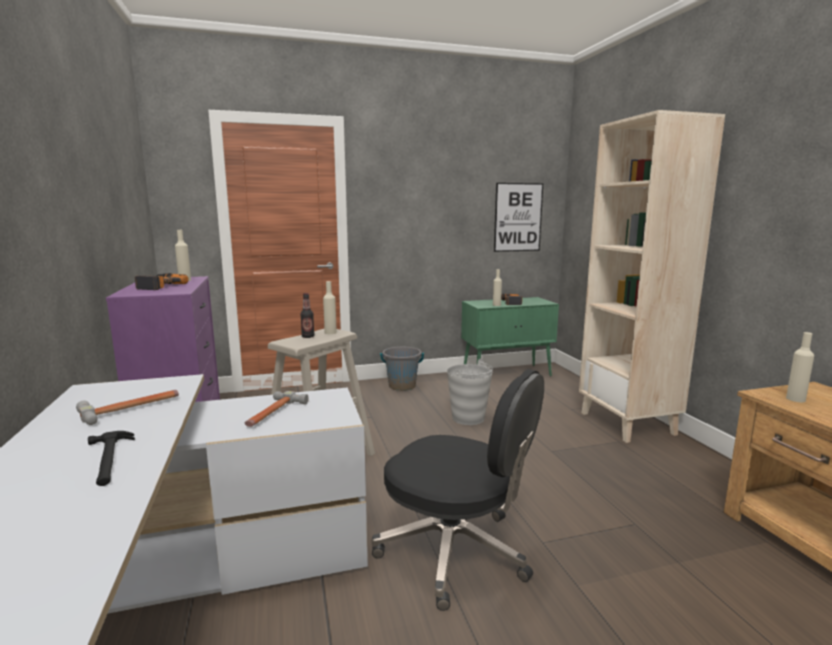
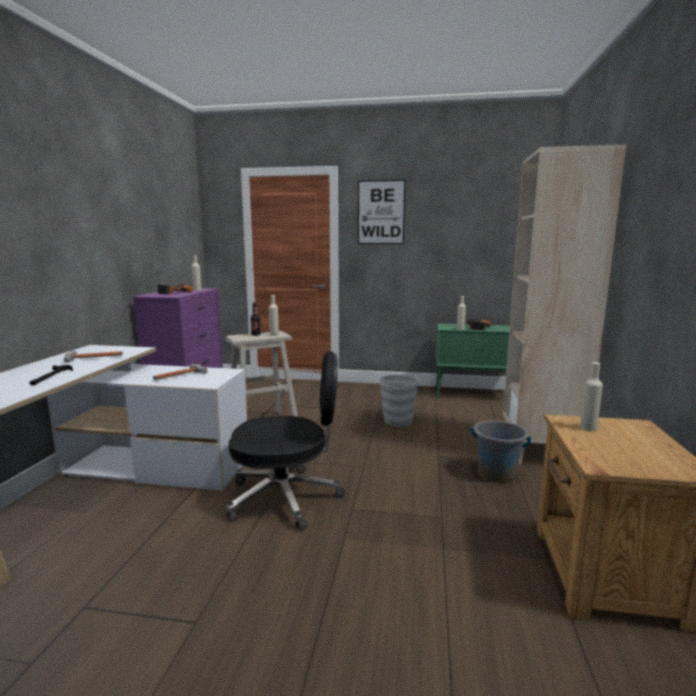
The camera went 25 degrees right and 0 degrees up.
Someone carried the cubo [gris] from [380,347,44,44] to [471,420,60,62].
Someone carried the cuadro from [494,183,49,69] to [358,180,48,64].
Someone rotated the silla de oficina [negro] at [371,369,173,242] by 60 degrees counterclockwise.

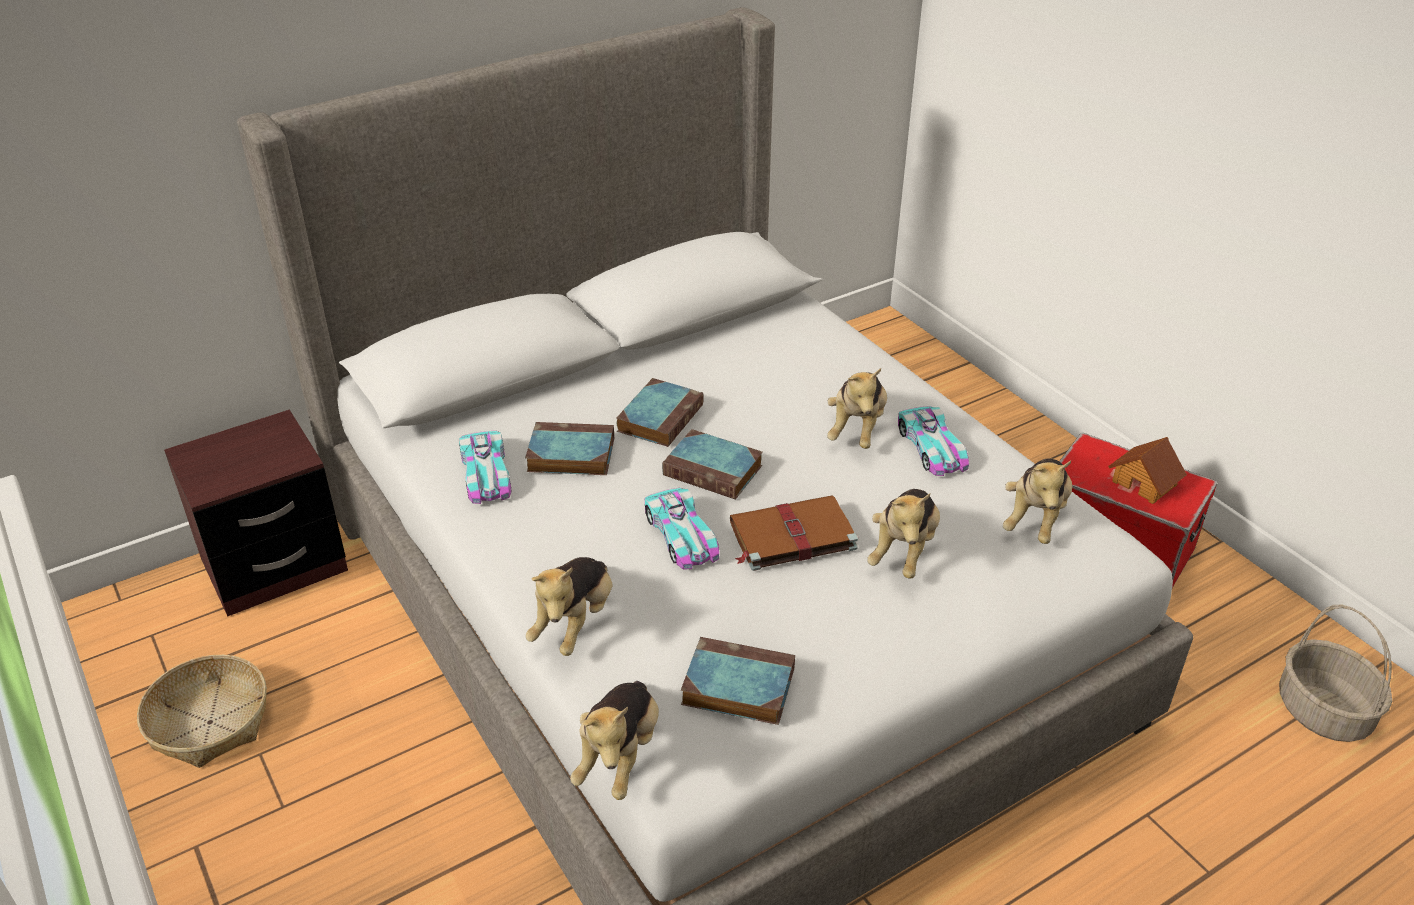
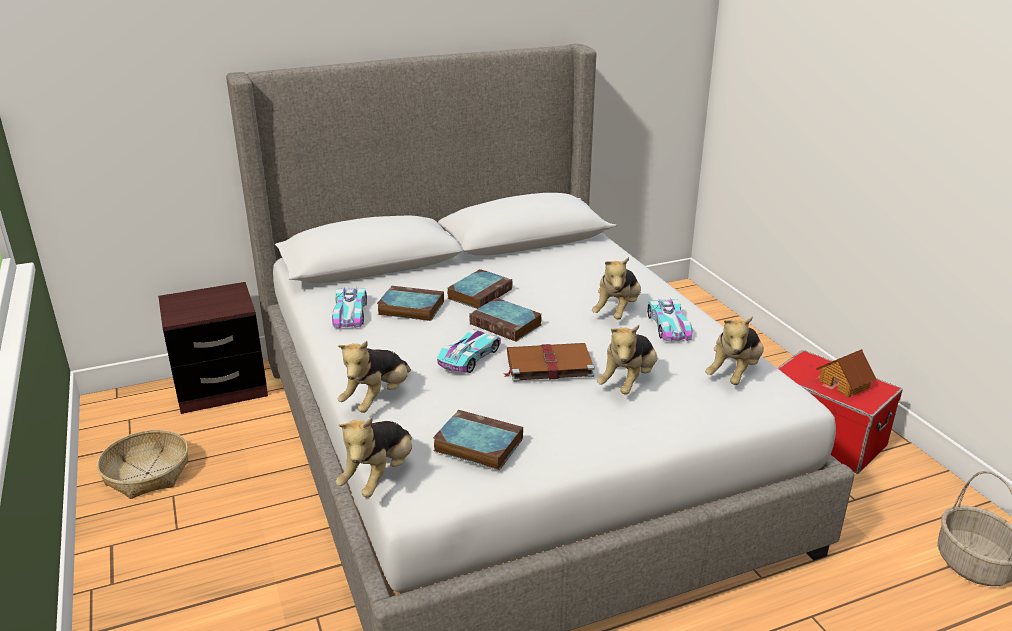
The camera went 10 degrees right and 10 degrees down.
Someone rotated the coche de juguete at [645,488,74,82] by 135 degrees counterclockwise.

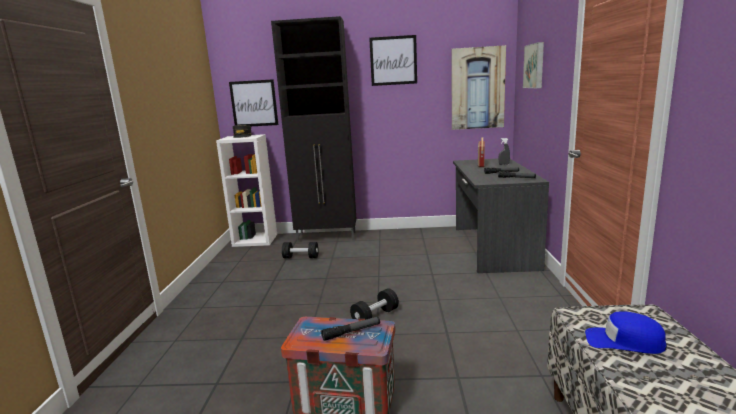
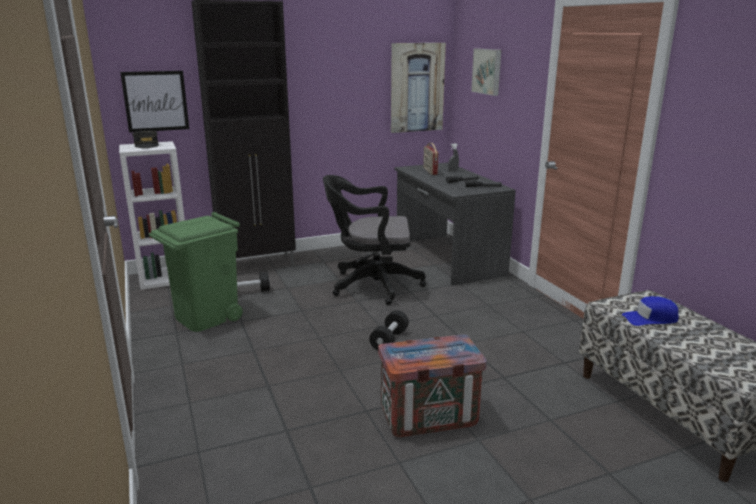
The camera went 25 degrees left and 5 degrees up.
Someone took away the linterna at [321,317,59,24].
Someone took away the cuadro at [369,35,48,51].
Someone put down the papelera [verde] at [149,212,94,120].
Someone put down the silla de oficina [negro] at [323,175,103,130].

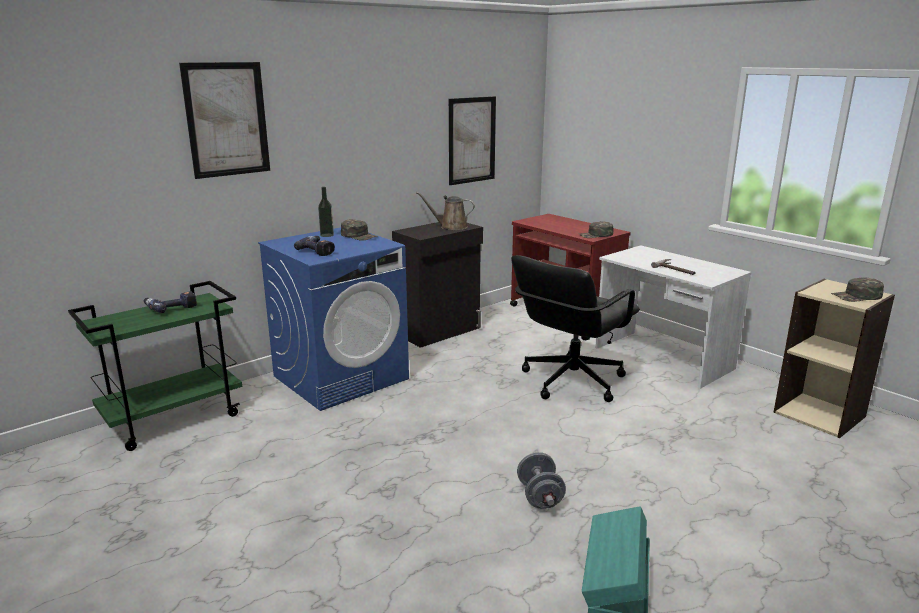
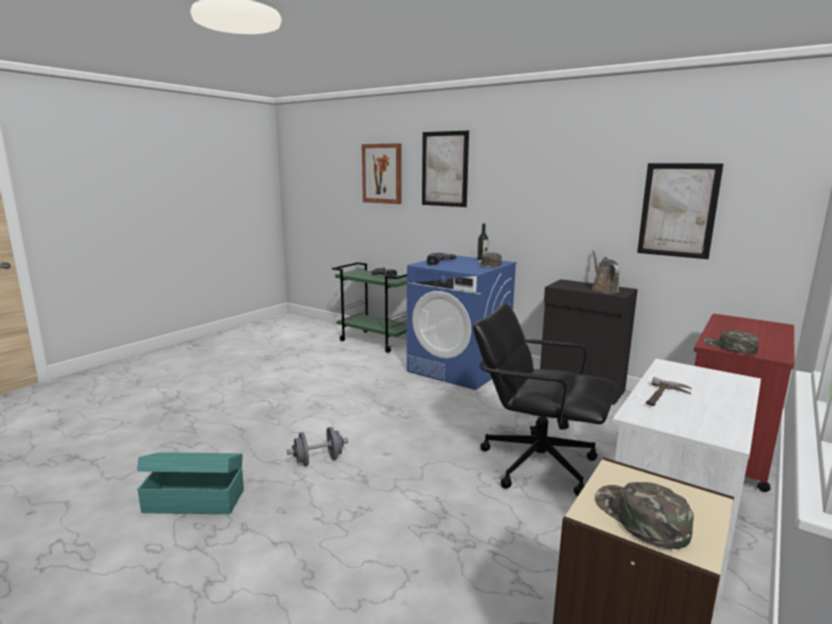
The camera went 75 degrees right and 5 degrees down.
Someone put up the cuadro at [362,143,40,61].

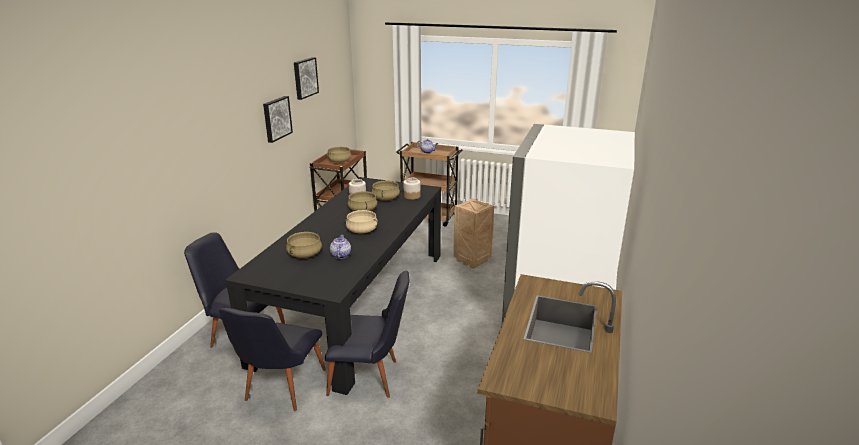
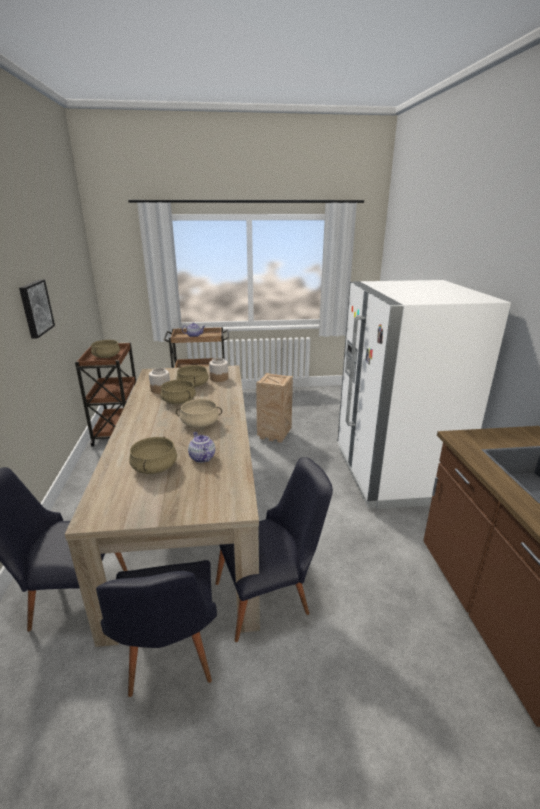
The camera went 25 degrees left and 0 degrees up.
Someone took away the cuadro at [294,57,25,43].
Someone repainted the mesa de comedor [negro] at [225,177,216,218], which became the mesa de comedor [beis] at [65,365,195,282].

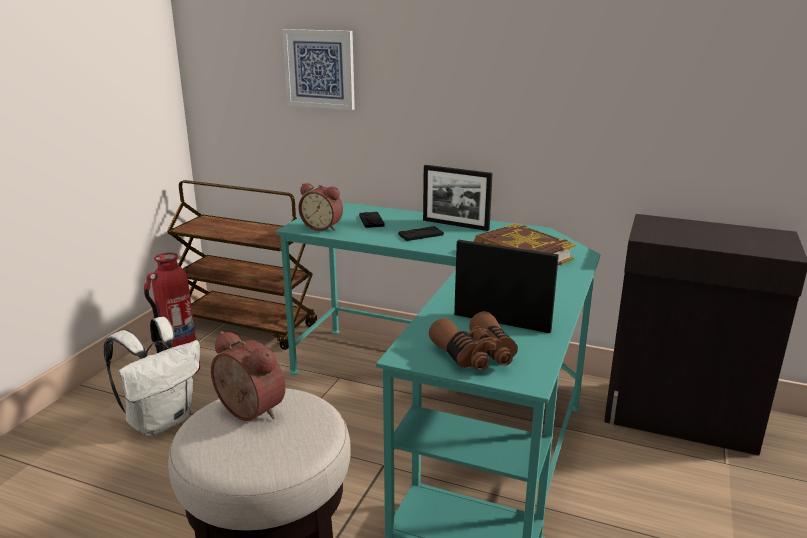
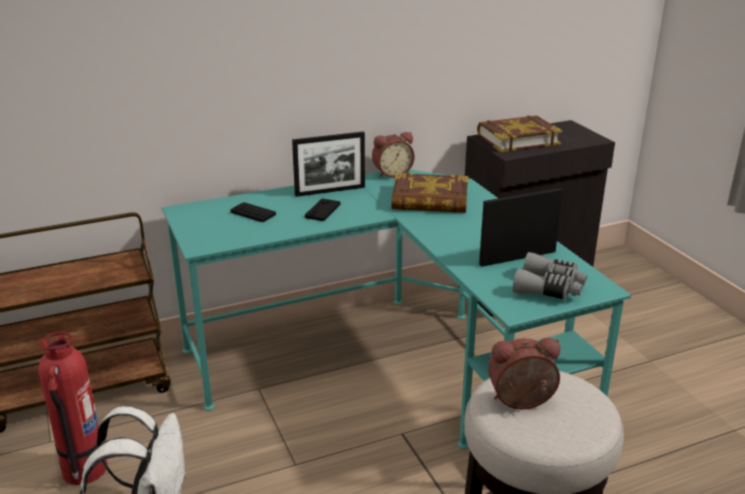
The camera went 45 degrees left and 5 degrees up.
Someone took away the cuadro at [282,29,73,81].
Someone put down the libro at [477,115,85,37].
Someone carried the despertador from [298,183,45,48] to [372,132,43,46].
Someone repainted the prismáticos [marrón] at [429,311,89,59], which became the prismáticos [gris] at [513,252,74,47].

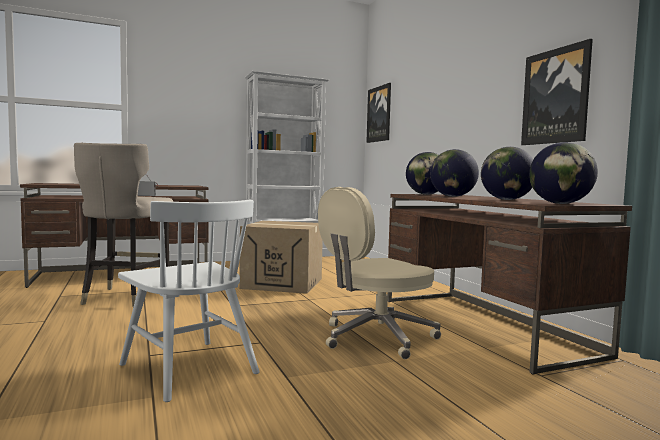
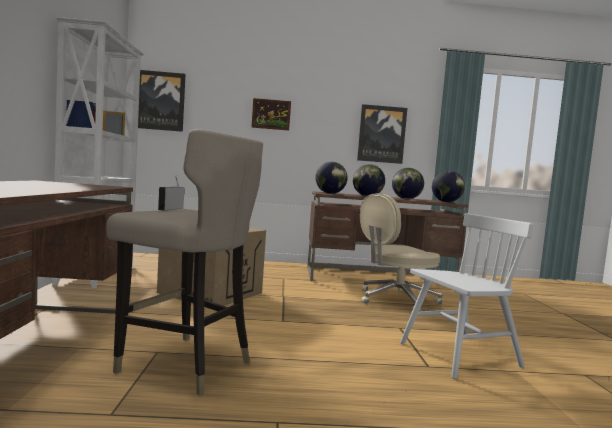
The camera went 70 degrees left and 0 degrees up.
Someone put up the cuadro at [251,98,40,32].
Someone rotated the silla de oficina [beis] at [318,187,123,172] by 75 degrees clockwise.

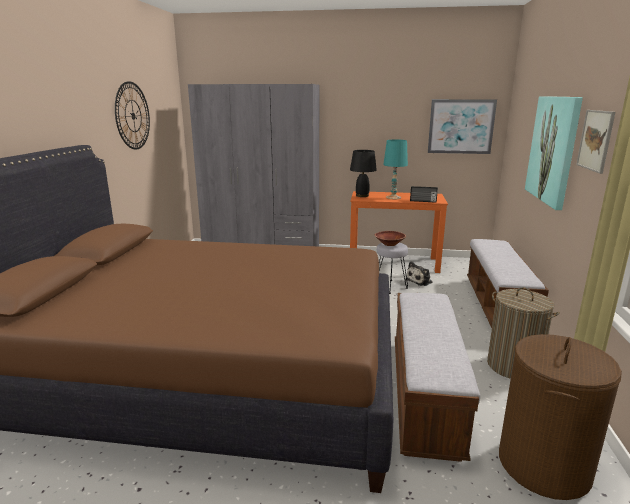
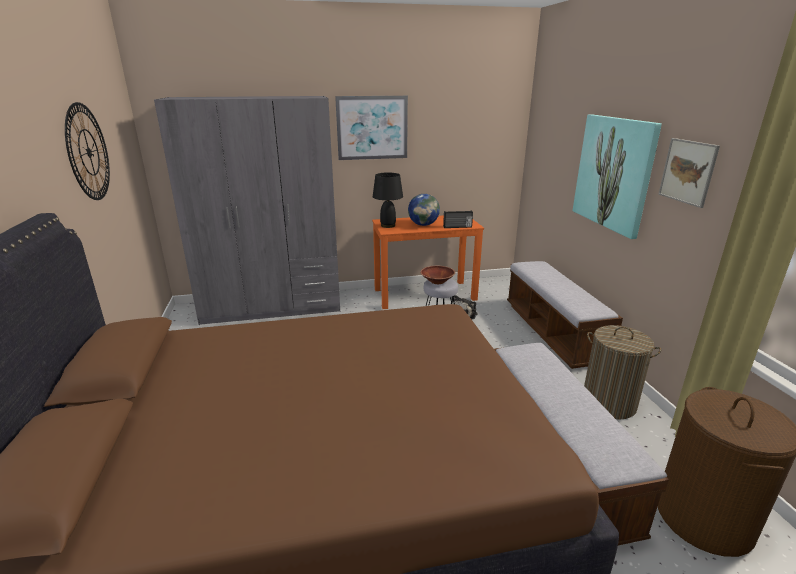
The camera went 20 degrees left and 5 degrees up.
Someone carried the cuadro from [428,99,69,55] to [335,96,73,64].
Someone swapped the lámpara de mesa [turquesa] at [383,139,25,60] for the globo terráqueo at [408,194,32,32].

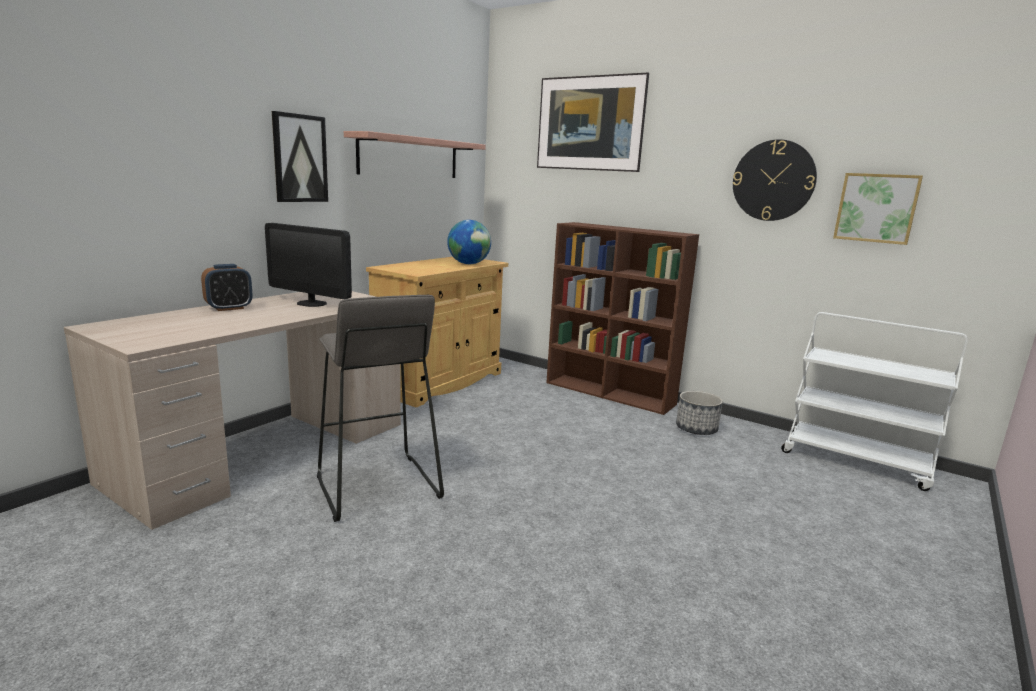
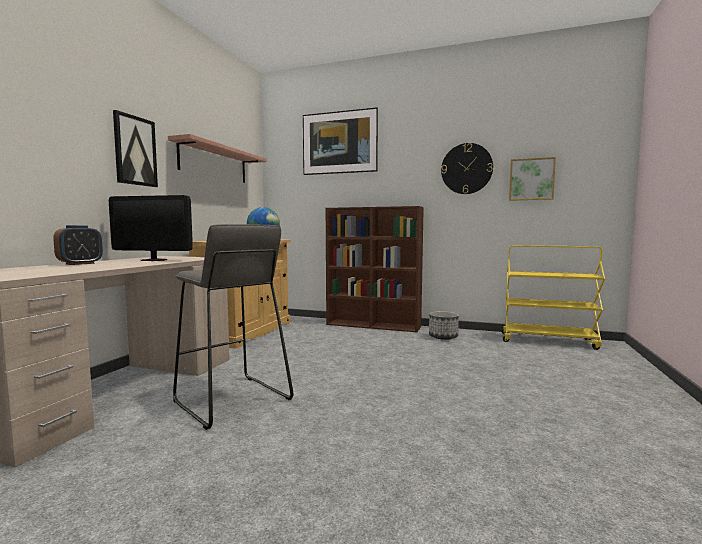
The camera went 15 degrees left and 10 degrees down.
Someone repainted the carrito [blanco] at [781,312,187,179], which became the carrito [amarillo] at [502,245,103,105].

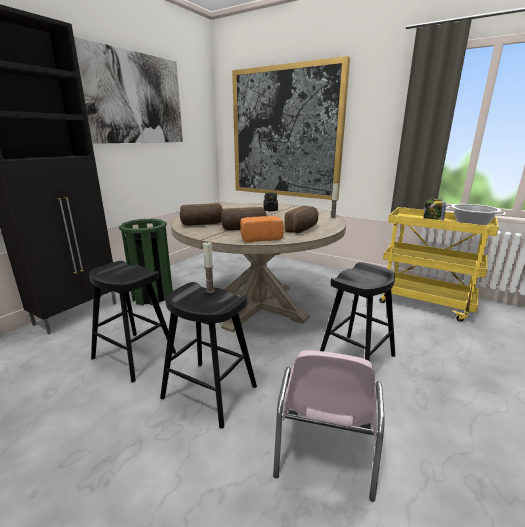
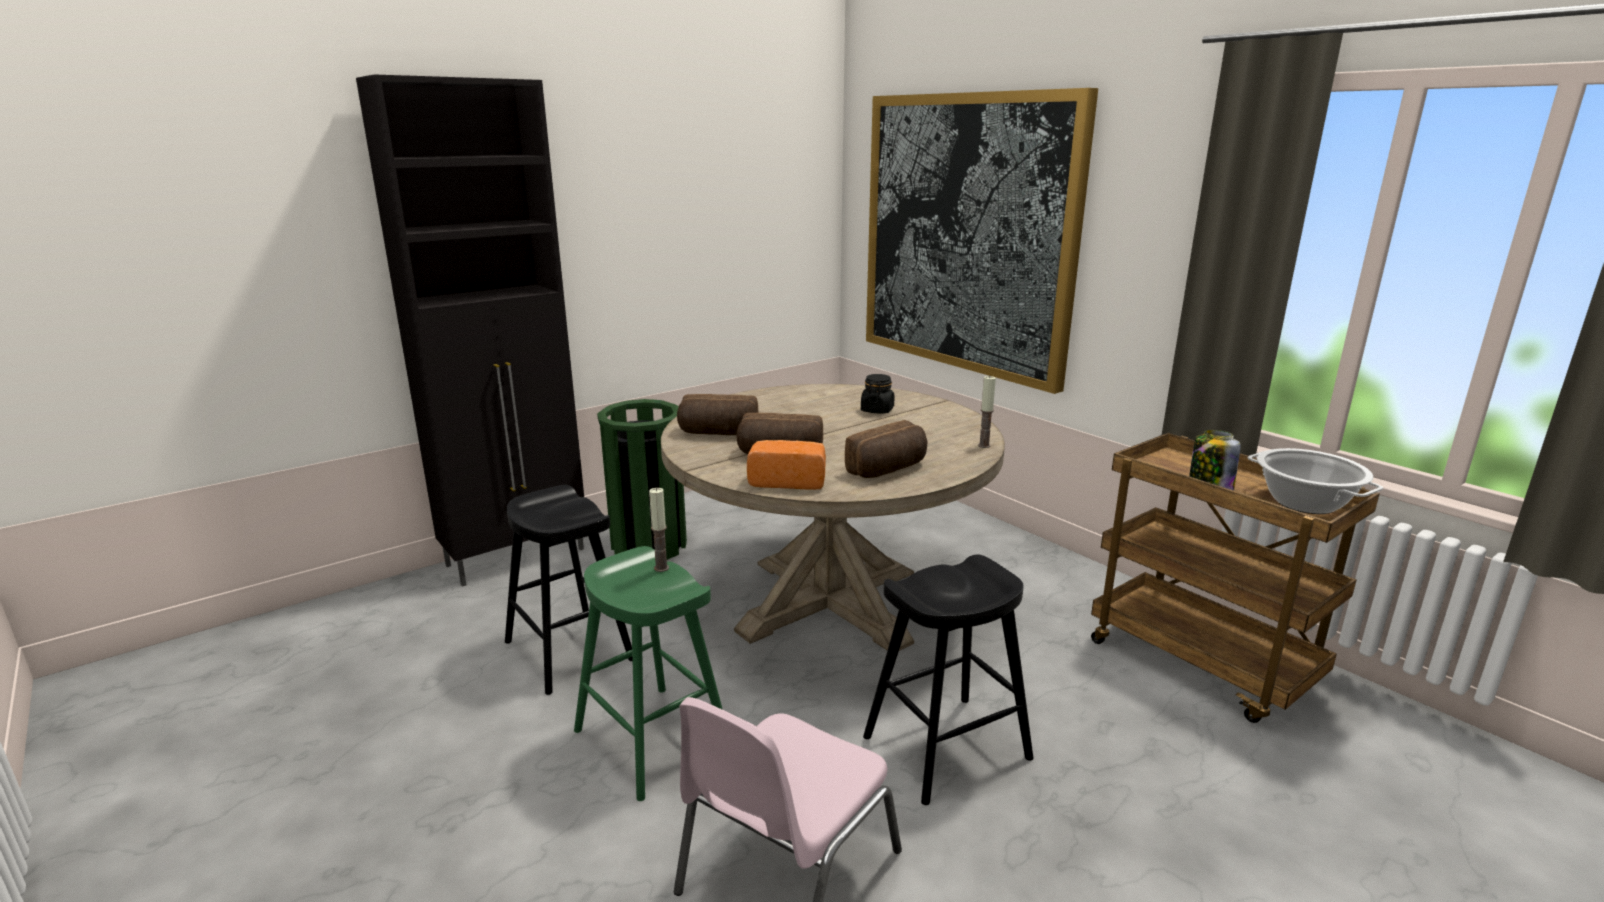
The camera went 20 degrees right and 0 degrees up.
Someone took away the cuadro at [74,37,109,107].
Someone repainted the taburete [negro] at [160,282,97,147], which became the taburete [verde] at [574,546,149,255].
Someone repainted the carrito [amarillo] at [379,207,120,115], which became the carrito [marrón] at [1091,433,289,290].

